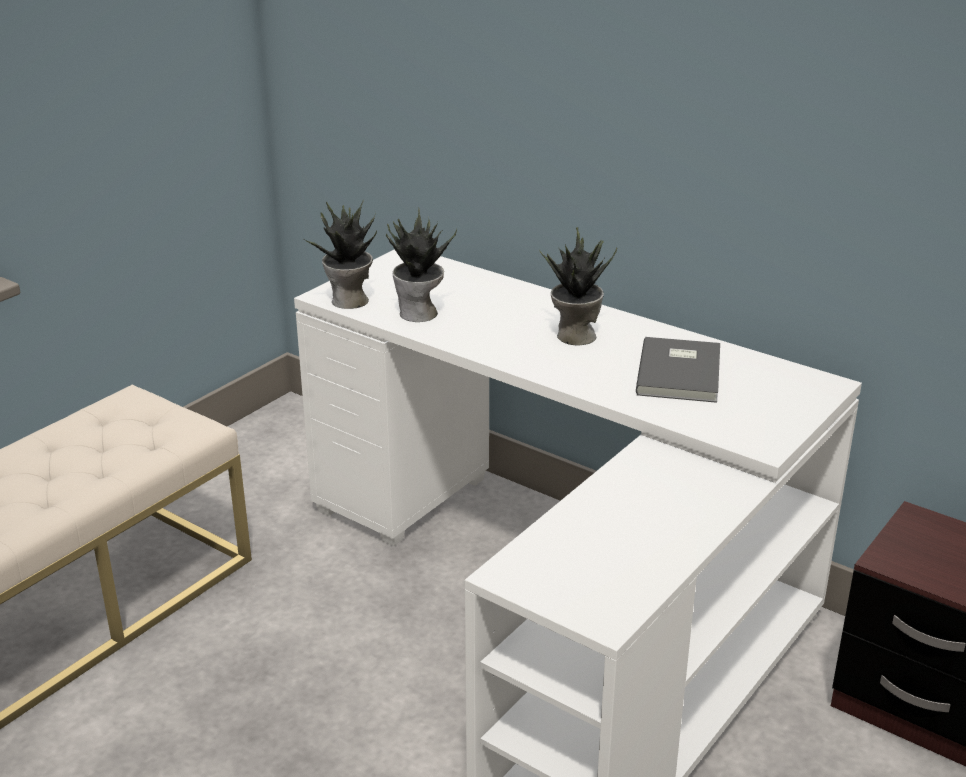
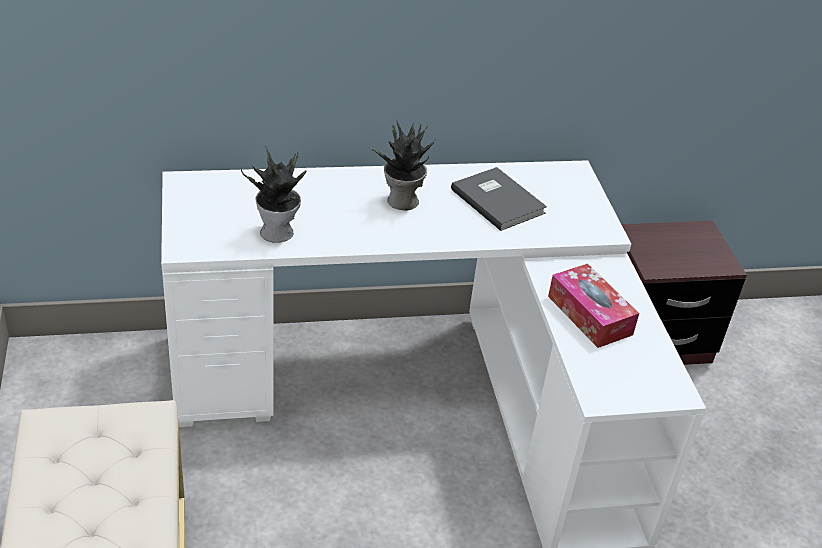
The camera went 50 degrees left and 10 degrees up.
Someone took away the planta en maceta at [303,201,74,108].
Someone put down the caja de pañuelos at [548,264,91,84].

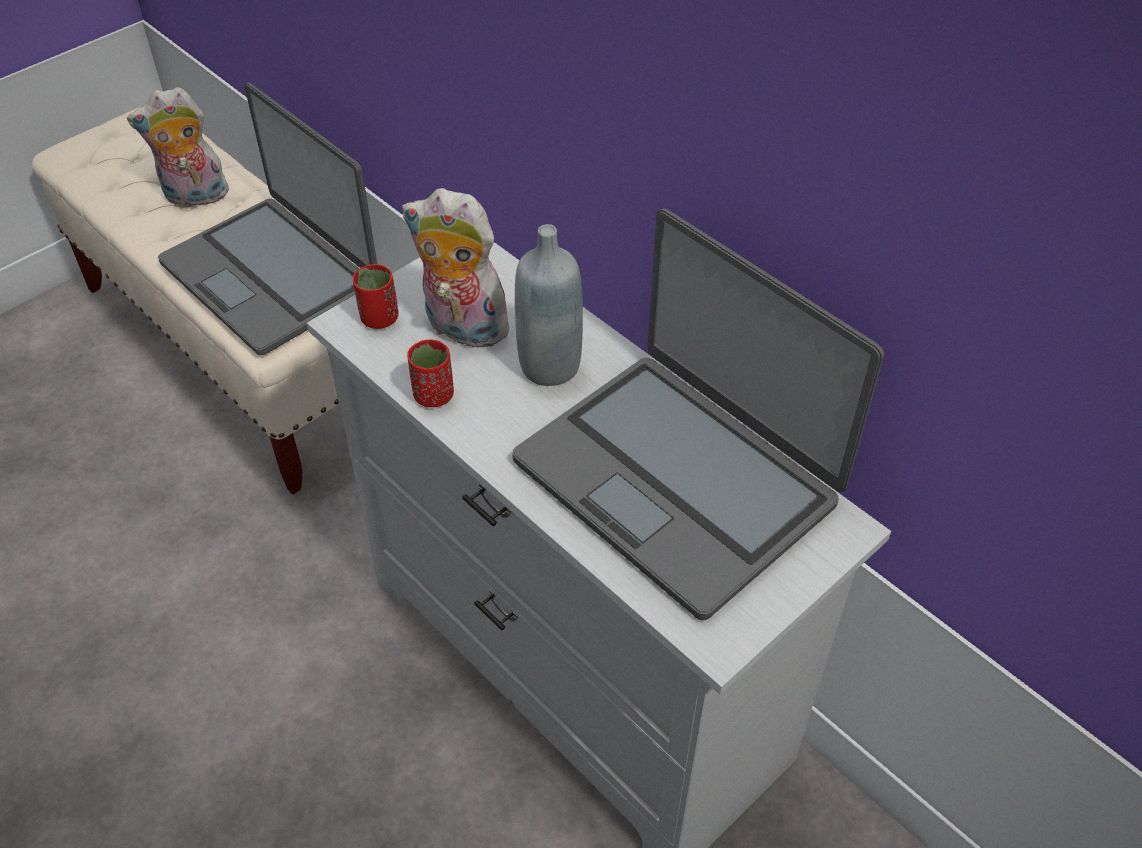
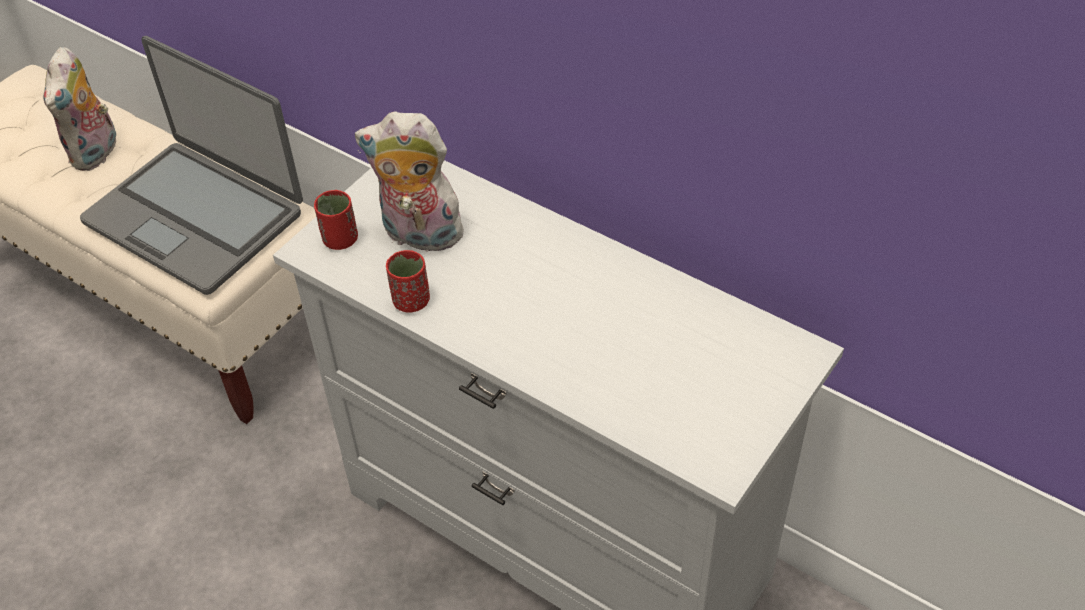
The camera went 10 degrees left and 0 degrees up.
Someone took away the portátil at [512,208,372,412].
Someone took away the botella [gris] at [515,224,68,162].
Someone rotated the peluche at [127,87,103,119] by 60 degrees counterclockwise.

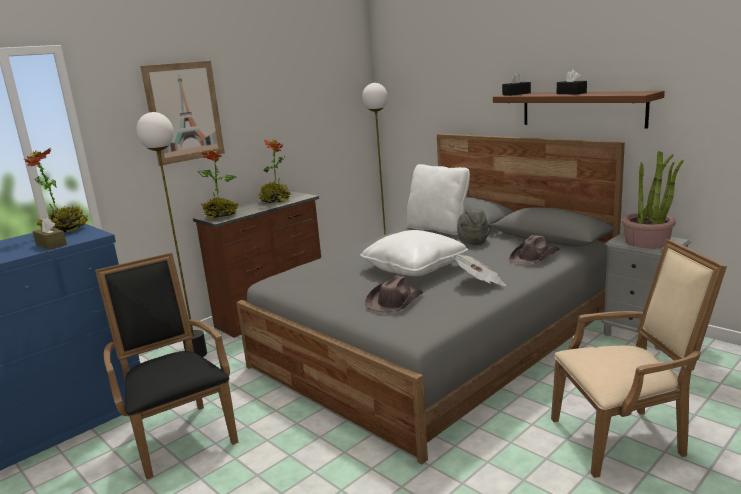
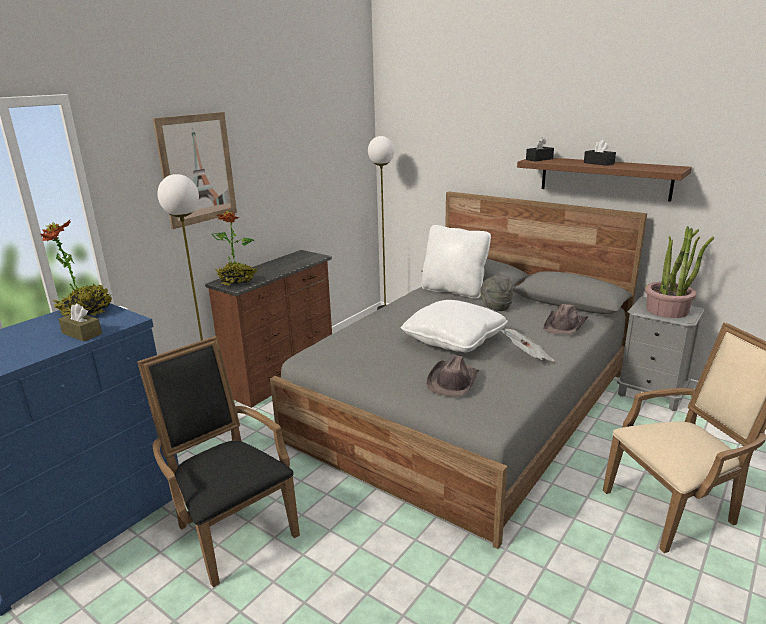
The camera went 10 degrees left and 5 degrees up.
Someone took away the planta en maceta at [257,140,33,63].

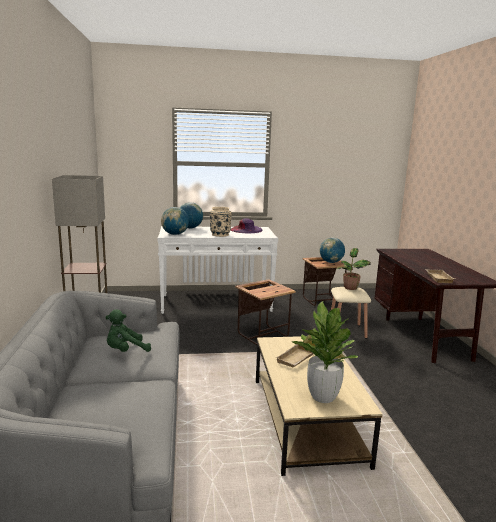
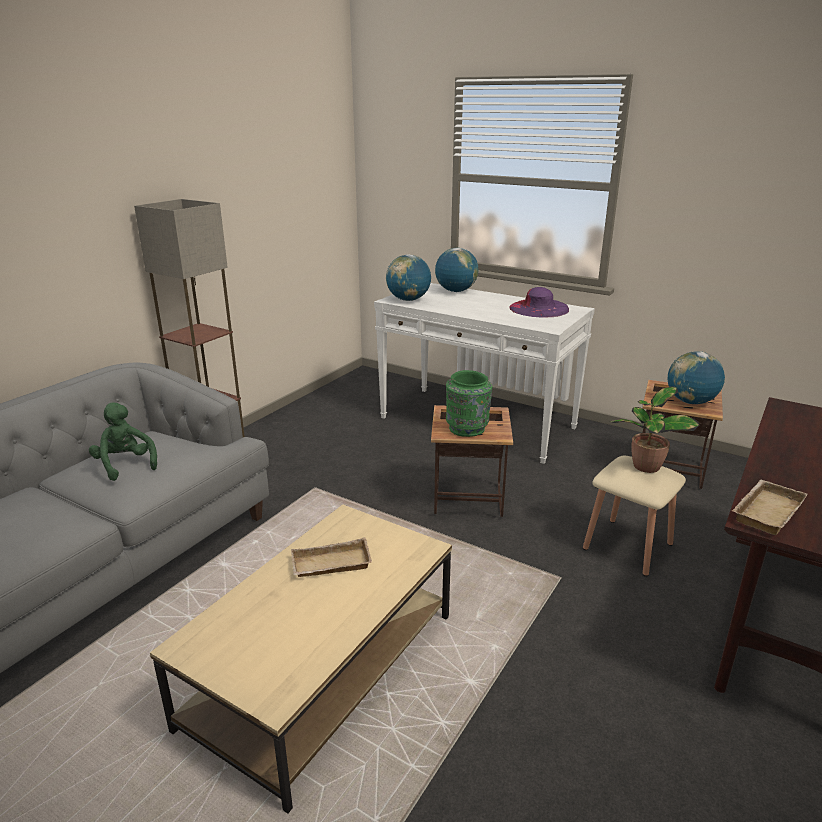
The camera went 40 degrees right and 10 degrees up.
Someone took away the florero [beis] at [210,207,22,30].
Someone took away the planta en maceta at [292,301,66,102].
Someone put down the florero [verde] at [446,370,46,67].
Someone rotated the peluche [verde] at [105,309,46,43] by 45 degrees clockwise.

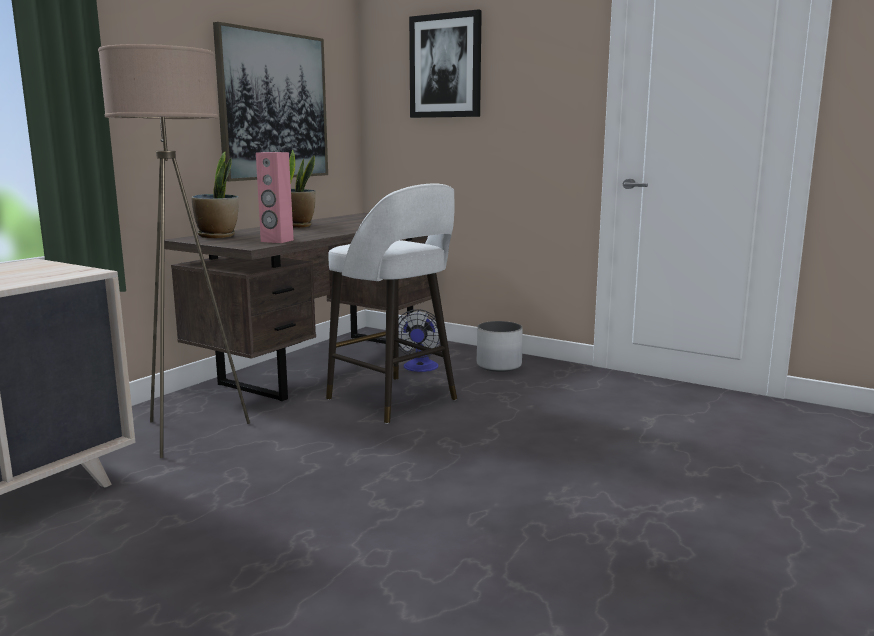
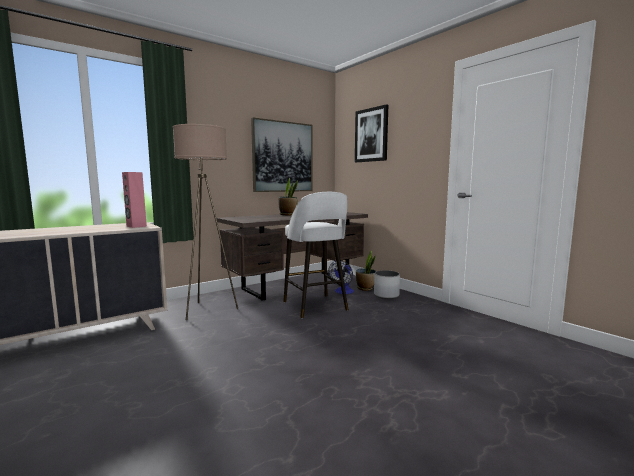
The camera went 20 degrees right and 5 degrees down.
Someone carried the planta en maceta from [191,152,48,86] to [356,250,20,41].
Someone carried the altavoz [rosa] from [256,152,38,91] to [122,172,25,56].

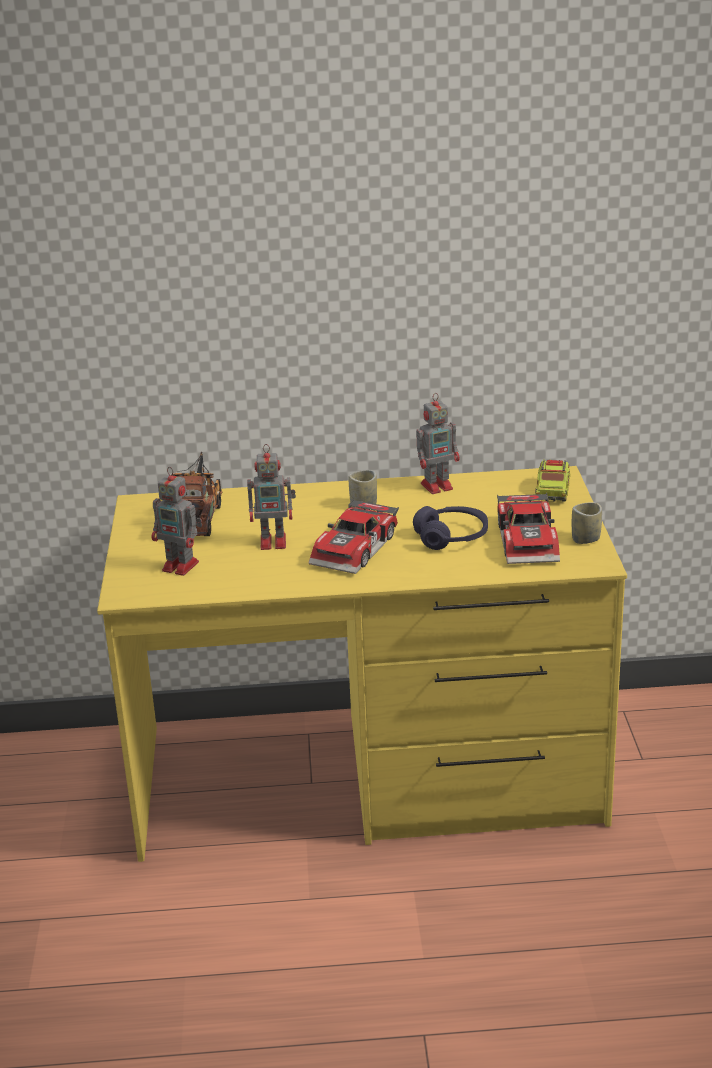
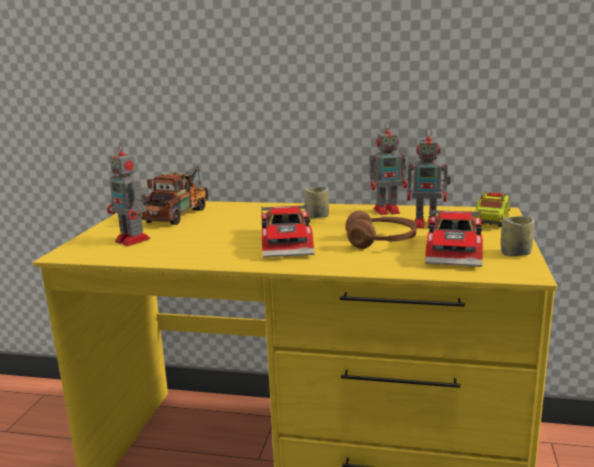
The camera went 15 degrees right and 10 degrees down.
Someone carried the robot de juguete from [247,444,49,106] to [407,128,44,100].
Someone repainted the auriculares [morado] at [413,506,75,44], which became the auriculares [marrón] at [346,210,71,39].
Someone rotated the coche de juguete at [309,499,90,75] by 45 degrees counterclockwise.

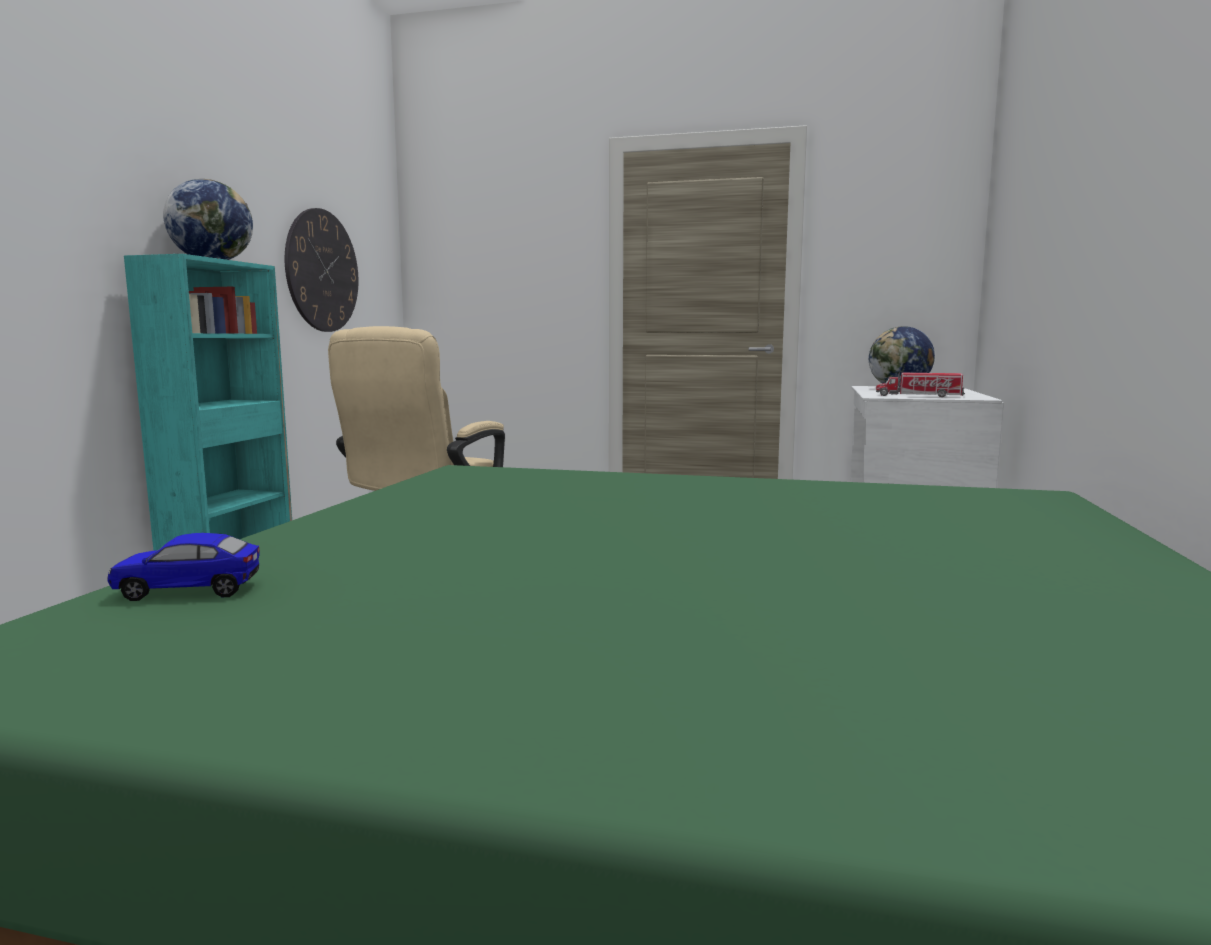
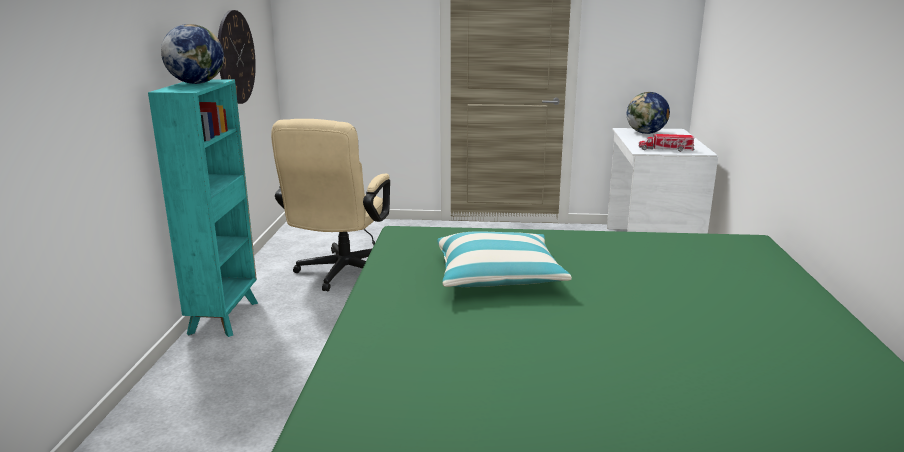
The camera went 10 degrees left and 10 degrees up.
Someone took away the coche de juguete at [108,533,152,68].
Someone put down the cojín at [437,231,135,56].

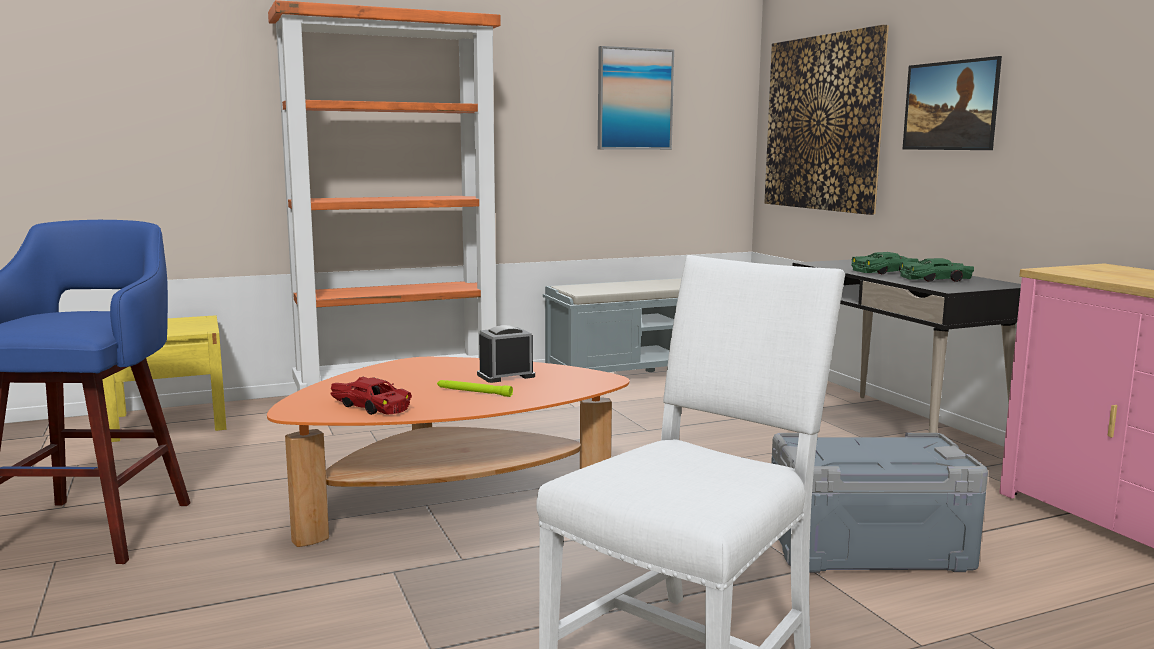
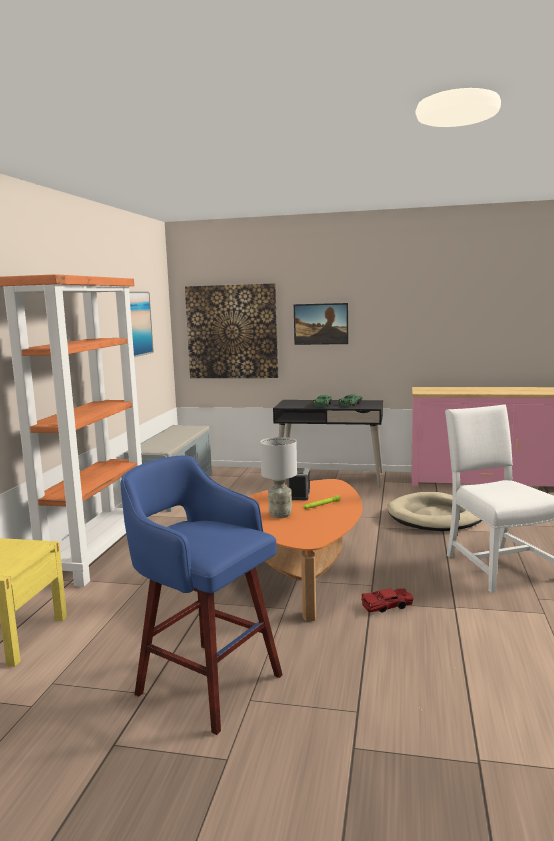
The camera went 55 degrees left and 0 degrees up.
Someone put down the lámpara de mesa [gris] at [260,437,37,81].
Someone carried the coche de juguete [rojo] from [330,376,82,39] to [361,589,53,23].
Someone swapped the caja de almacenaje [gris] at [771,433,217,140] for the cama para perro [beis] at [387,492,95,39].

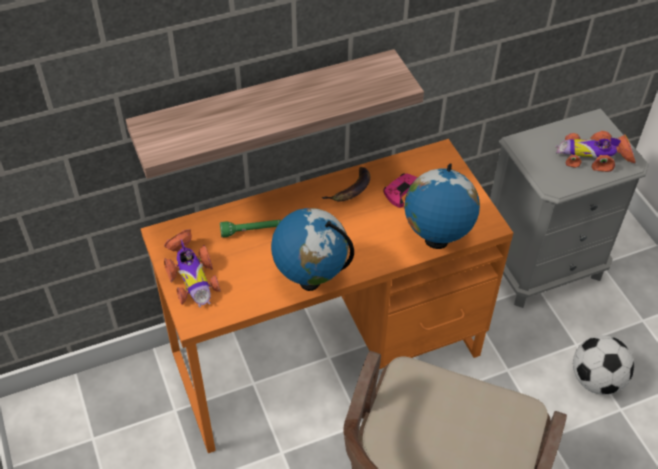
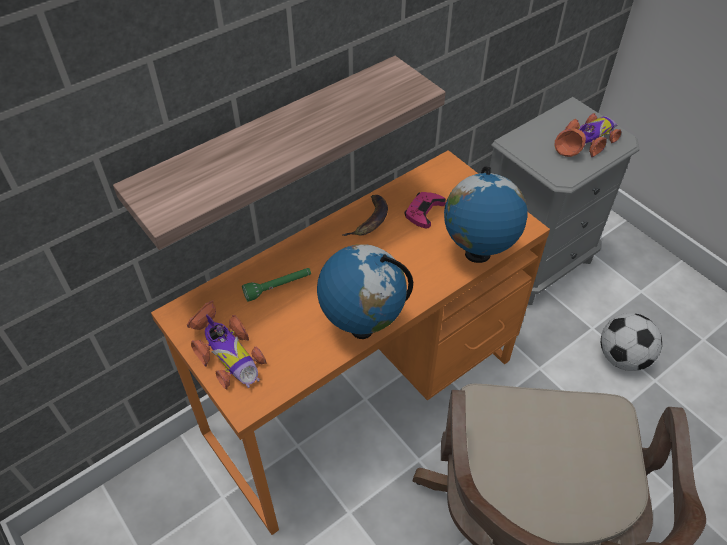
The camera went 15 degrees left and 0 degrees up.
Someone rotated the coche de juguete at [556,131,79,41] by 150 degrees clockwise.

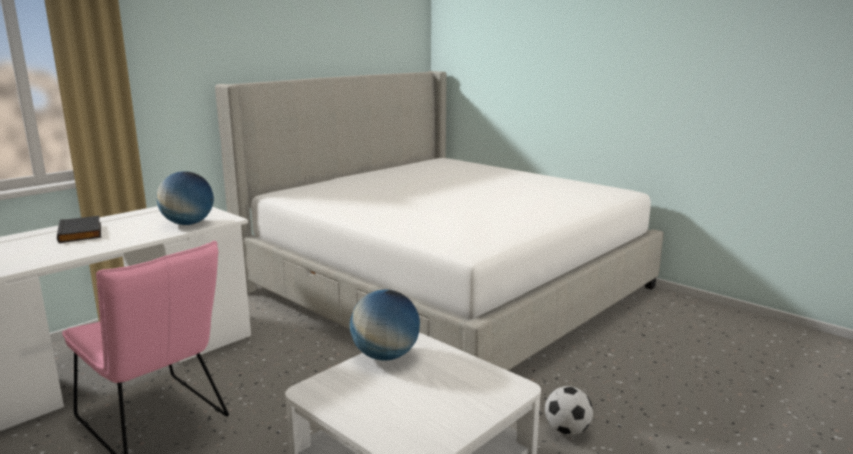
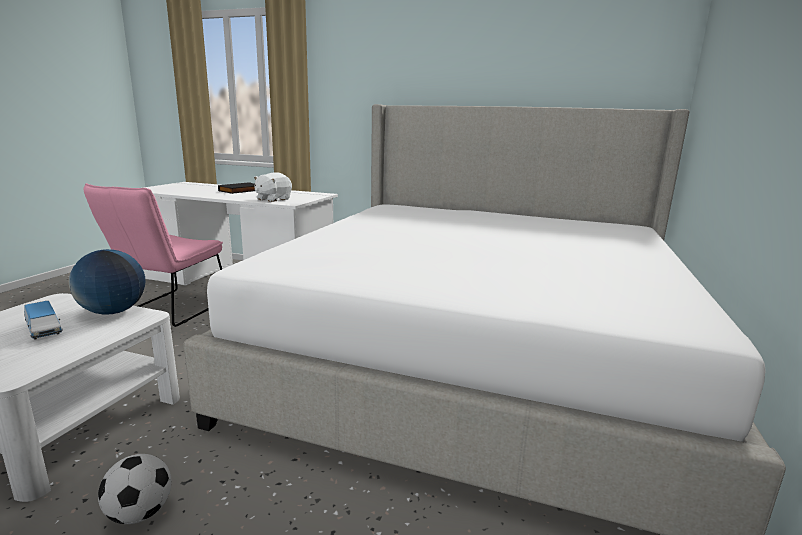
The camera went 65 degrees right and 0 degrees up.
Someone put down the coche de juguete at [24,301,39,39].
Someone swapped the globo terráqueo at [157,171,57,54] for the peluche [blanco] at [254,172,38,30].

